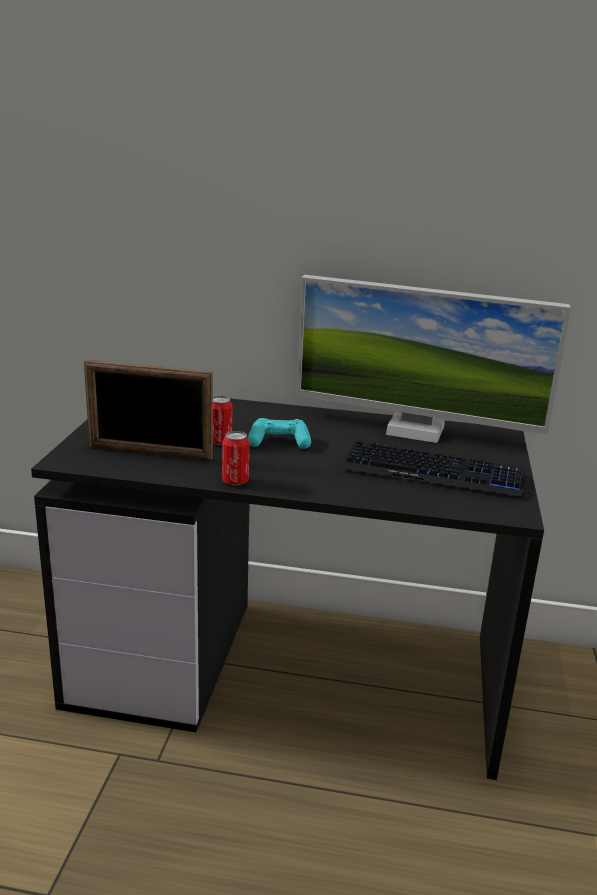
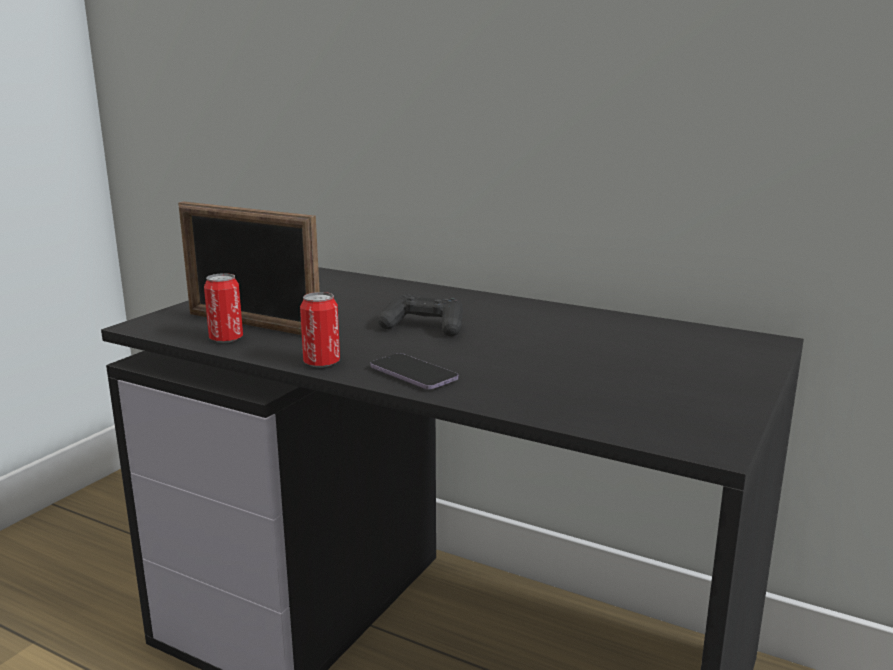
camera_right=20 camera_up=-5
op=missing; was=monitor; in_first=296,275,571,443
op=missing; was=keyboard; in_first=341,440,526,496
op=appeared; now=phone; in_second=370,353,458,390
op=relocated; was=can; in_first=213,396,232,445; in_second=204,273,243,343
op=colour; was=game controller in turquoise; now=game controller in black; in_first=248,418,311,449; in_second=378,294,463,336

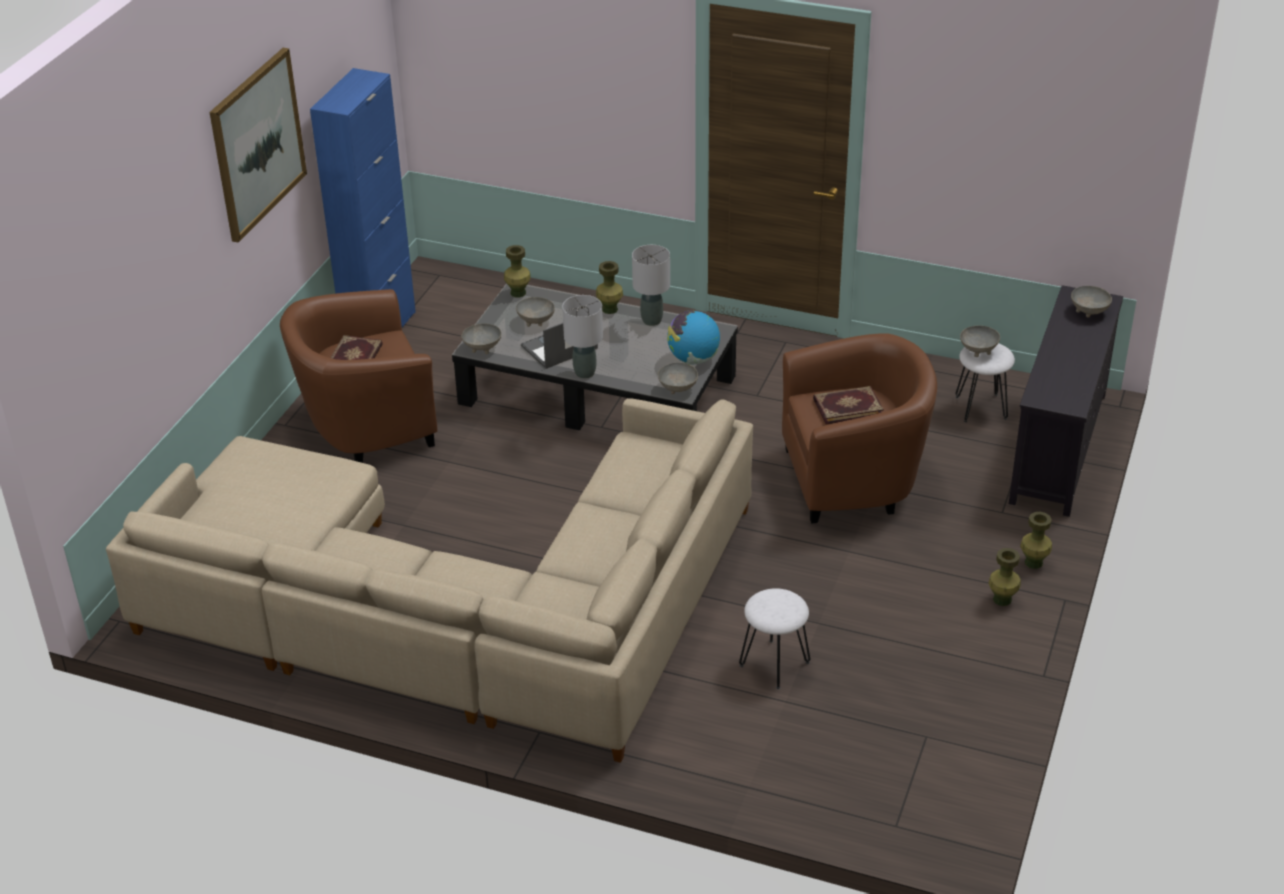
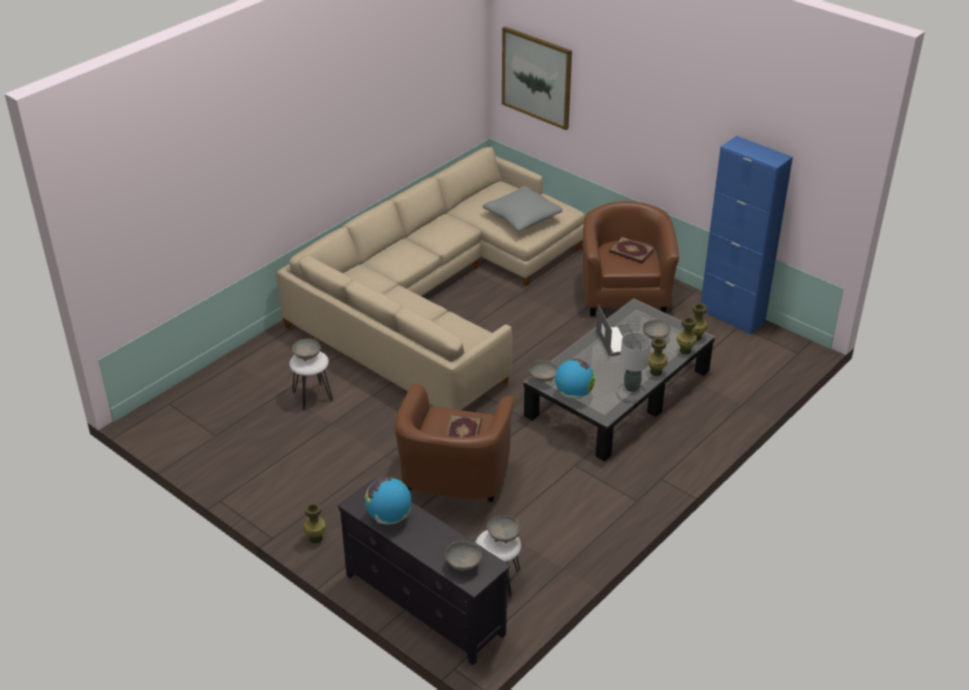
camera_right=110 camera_up=0
op=missing; was=table lamp in grey; in_first=562,295,603,378
op=appeared; now=globe; in_second=365,477,411,525
op=appeared; now=pillow in grey; in_second=483,186,563,231
op=relocated; was=picture; in_first=210,48,307,243; in_second=502,27,572,130
op=relocated; was=bowl in grey; in_first=461,323,502,354; in_second=292,339,321,362
op=relocated; was=vase in green; in_first=989,548,1021,606; in_second=676,316,697,355

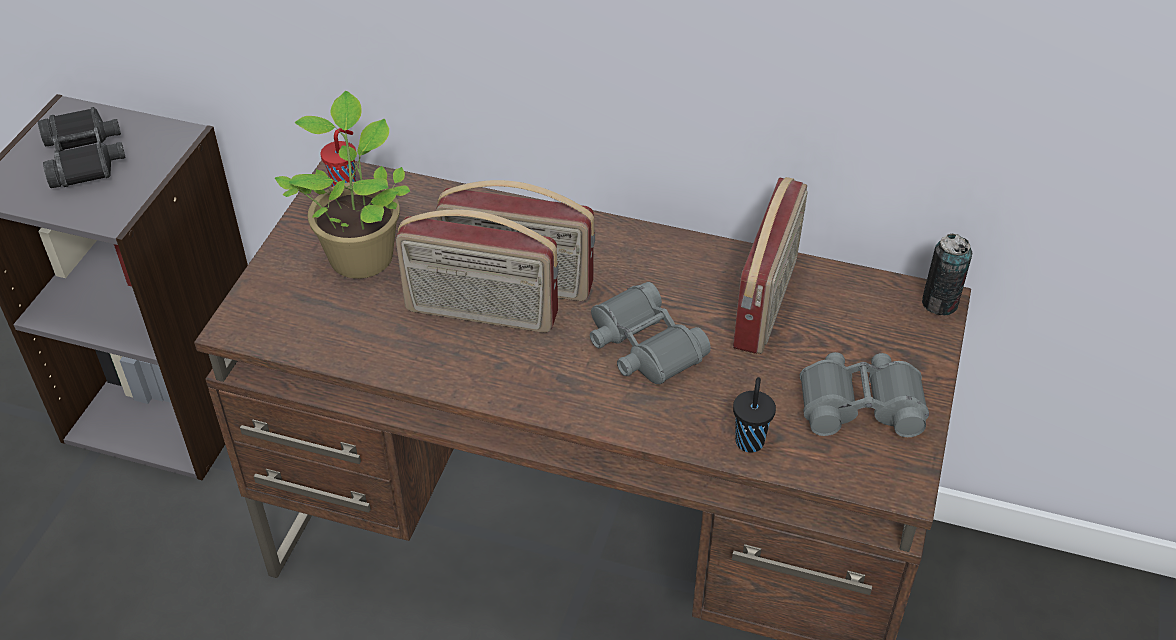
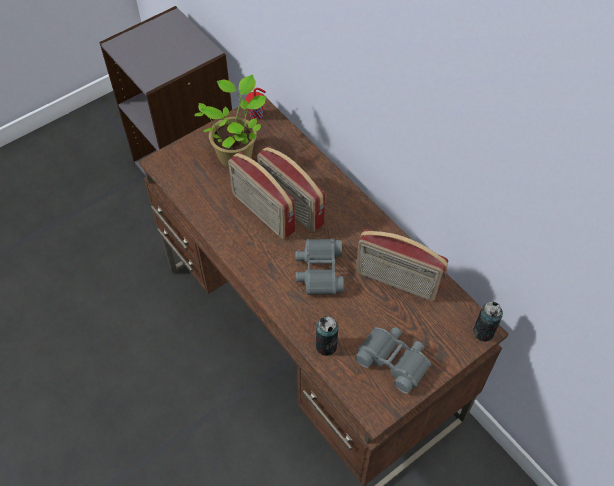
camera_right=35 camera_up=10
op=missing; was=binoculars in black; in_first=38,107,125,188
op=exchanged; was=cup in black; now=can; in_first=733,377,776,452; in_second=316,316,338,356
op=spun; was=radio; in_first=733,177,808,354; in_second=356,229,448,301; clockwise=60

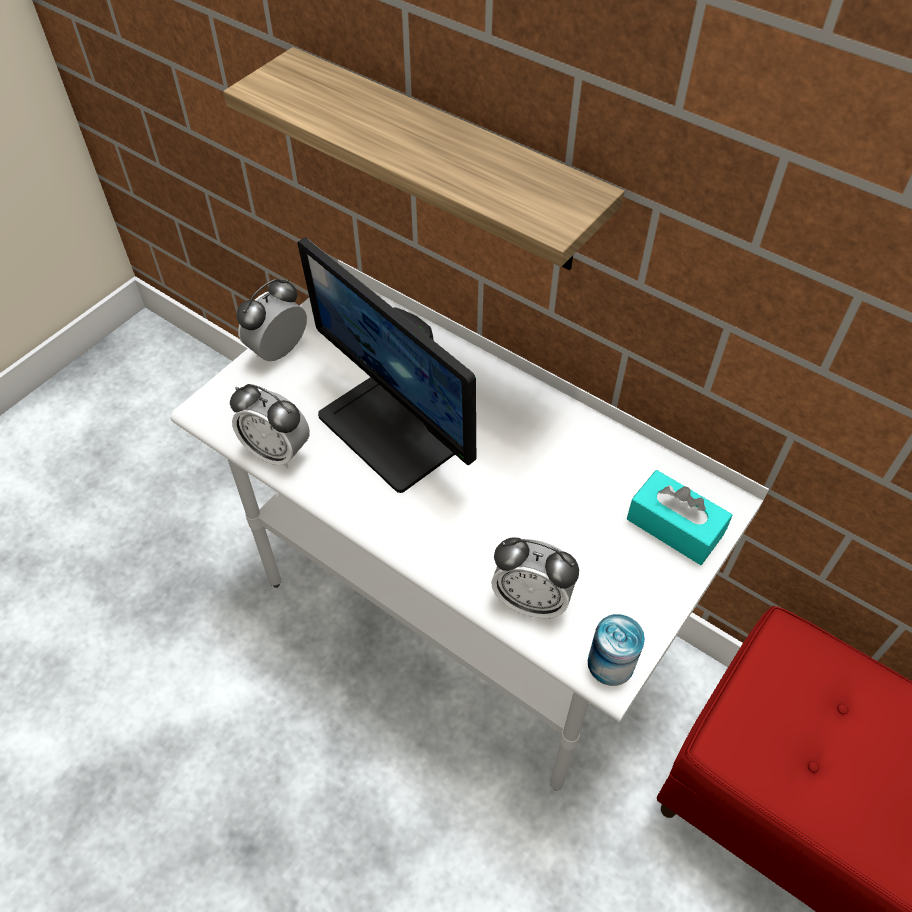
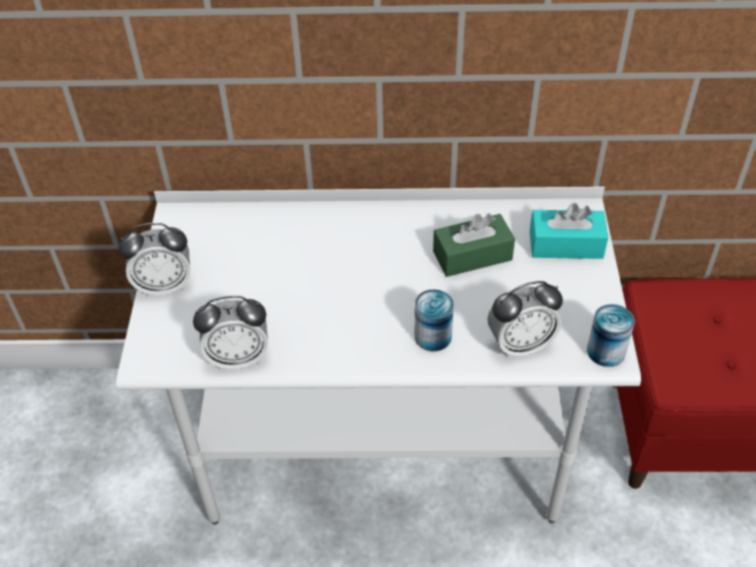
camera_right=-35 camera_up=-5
op=missing; was=shelf; in_first=223,47,624,270
op=missing; was=monitor; in_first=297,237,476,493
op=appeared; now=can; in_second=414,290,454,351
op=appeared; now=tissue box in green; in_second=433,213,515,277
op=spun; was=alarm clock; in_first=236,279,307,361; in_second=118,223,190,297; clockwise=-105

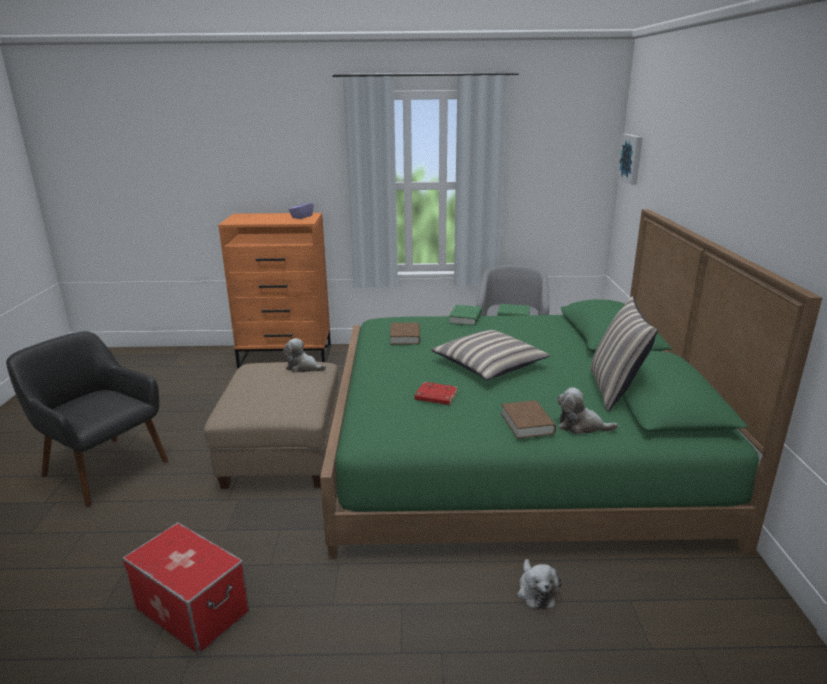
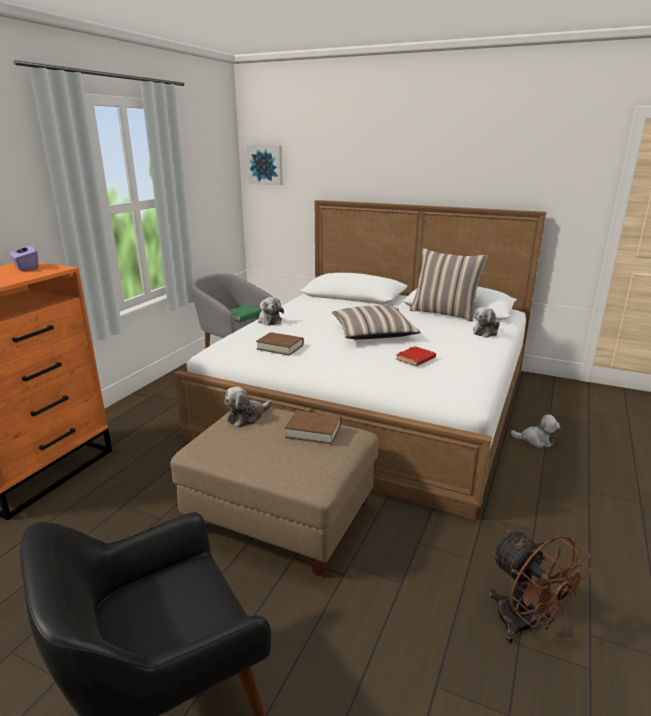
camera_right=-65 camera_up=0
op=relocated; was=book in brown; in_first=501,400,556,439; in_second=285,411,341,444
op=exchanged; was=storage box; now=fan in brown; in_first=122,522,249,654; in_second=489,530,592,644
op=exchanged; was=book in green; now=plush toy; in_first=449,305,482,326; in_second=258,297,284,326
op=colour; was=bed in green; now=bed in white; in_first=320,209,822,559; in_second=174,200,546,521

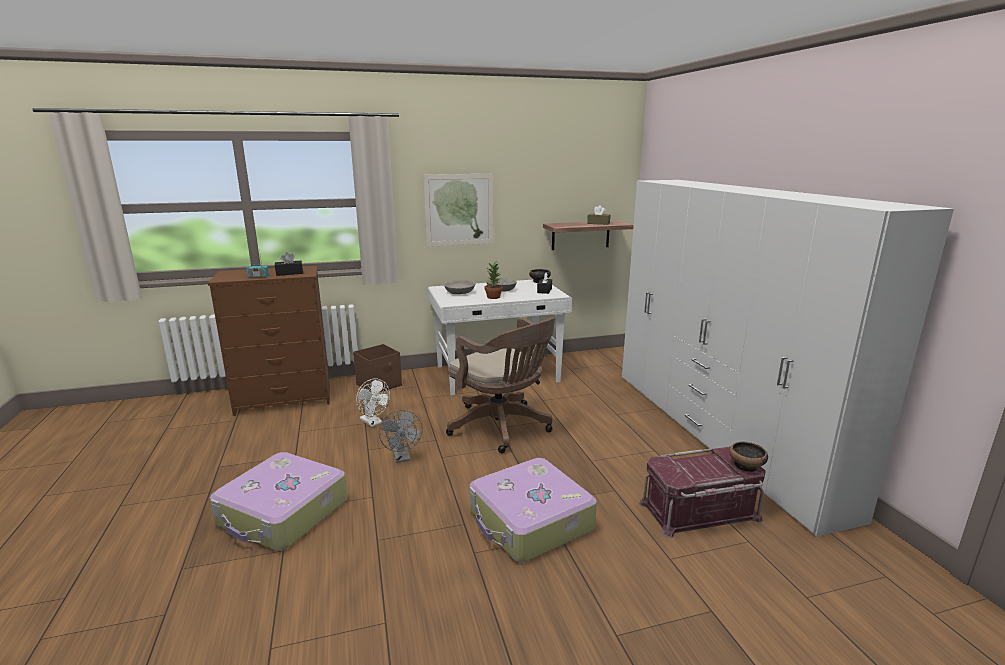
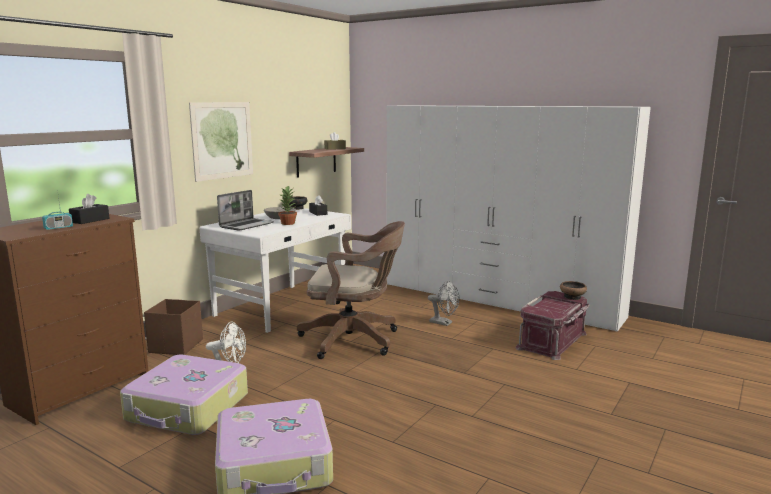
camera_right=-40 camera_up=-5
op=relocated; was=fan in grey; in_first=379,410,423,463; in_second=428,280,459,326
op=relocated; was=suitcase; in_first=470,458,597,562; in_second=120,354,248,435
op=exchanged; was=bowl in grey; now=laptop; in_first=444,280,475,294; in_second=217,190,274,231

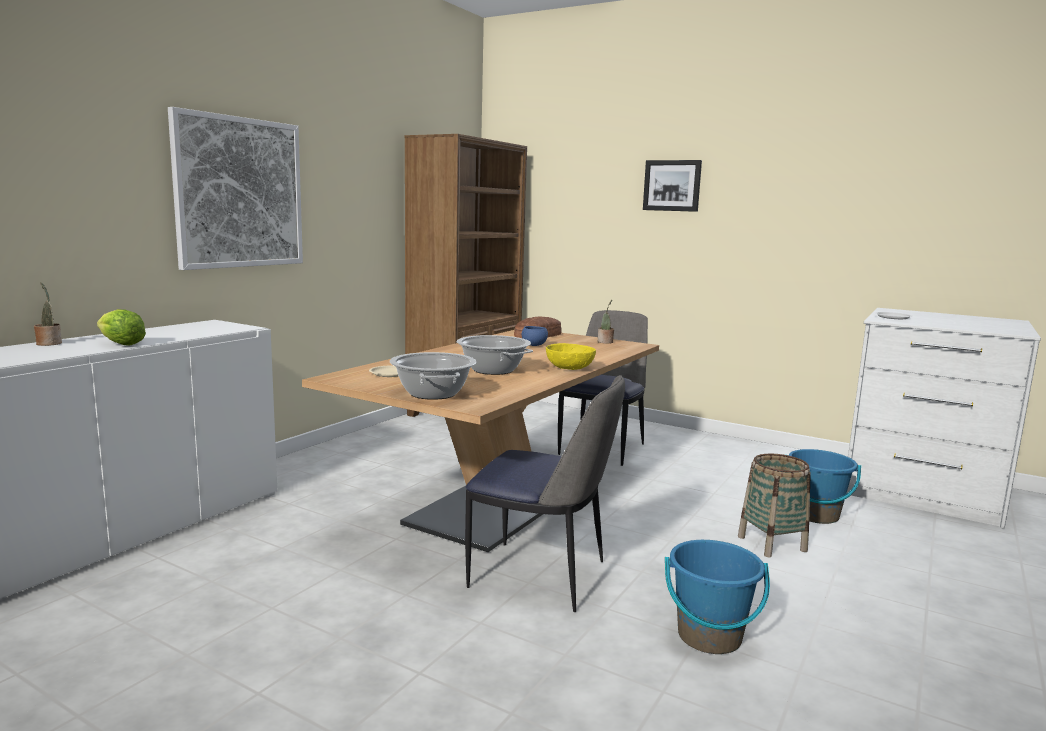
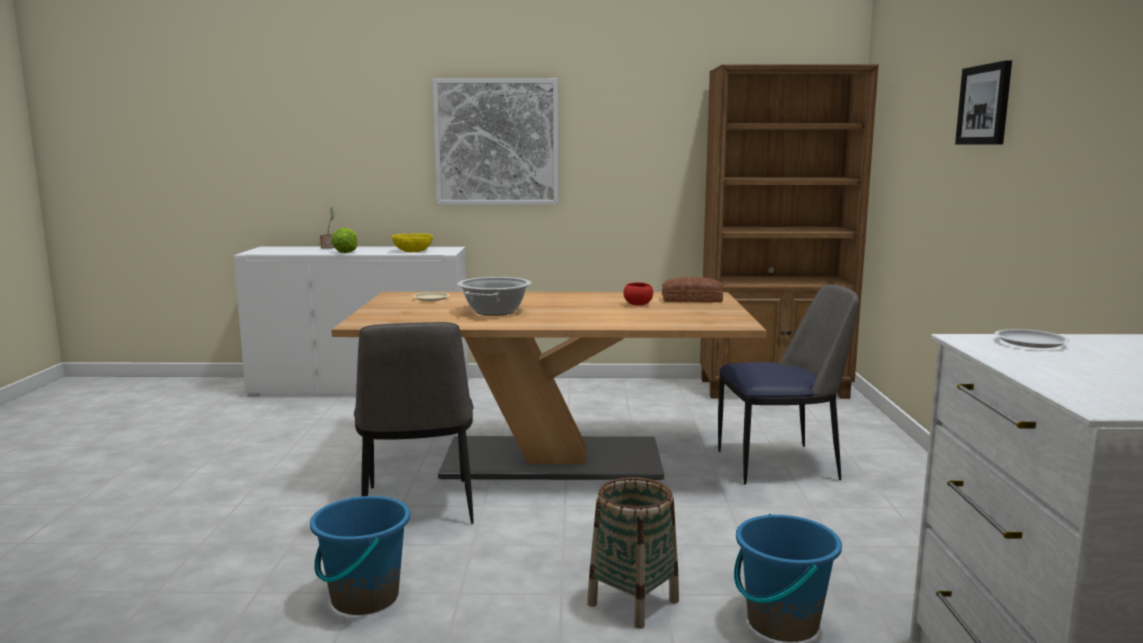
camera_right=60 camera_up=0
op=missing; was=cooking pot; in_first=390,352,477,400
op=missing; was=potted plant; in_first=598,300,614,344
op=relocated; was=bowl in yellow; in_first=546,343,596,370; in_second=392,233,433,252
op=colour; was=bowl in blue; now=bowl in red; in_first=522,326,548,346; in_second=624,282,653,306

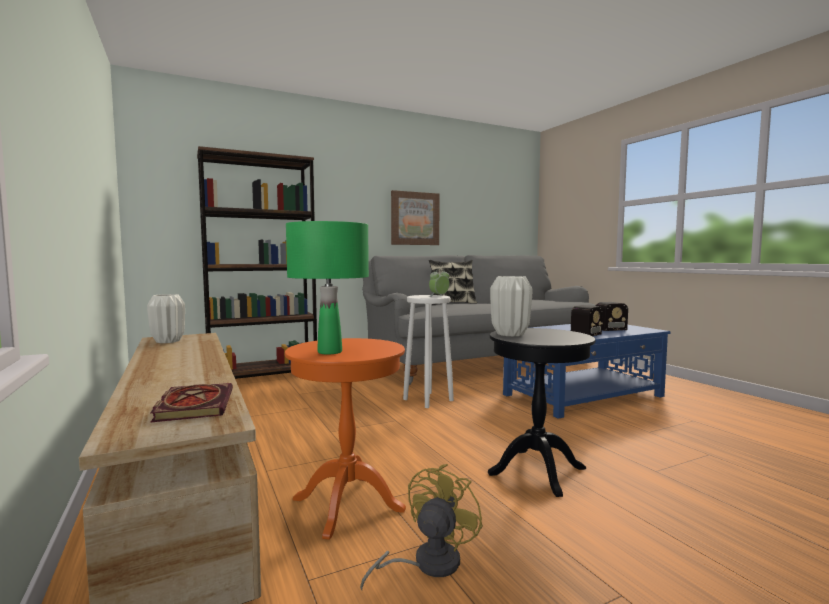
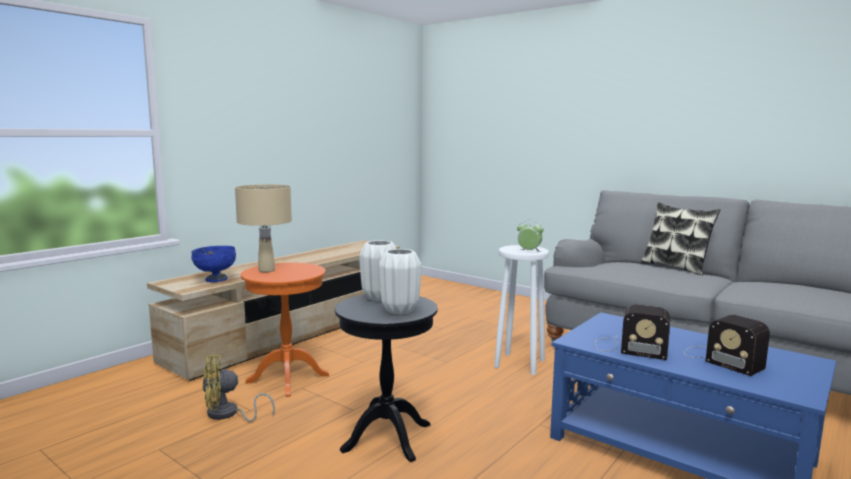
camera_right=65 camera_up=5
op=missing; was=bookcase in brown; in_first=197,146,317,379
op=missing; was=picture; in_first=391,190,440,245
op=relocated; was=vase in white; in_first=147,294,185,343; in_second=379,249,421,314
op=exchanged; was=book; now=bowl in blue; in_first=150,383,233,422; in_second=191,246,236,282
op=colour; was=table lamp in green; now=table lamp in beige; in_first=286,221,369,355; in_second=235,184,292,272
op=spun; was=fan in yellow; in_first=360,464,483,590; in_second=202,355,275,422; clockwise=150

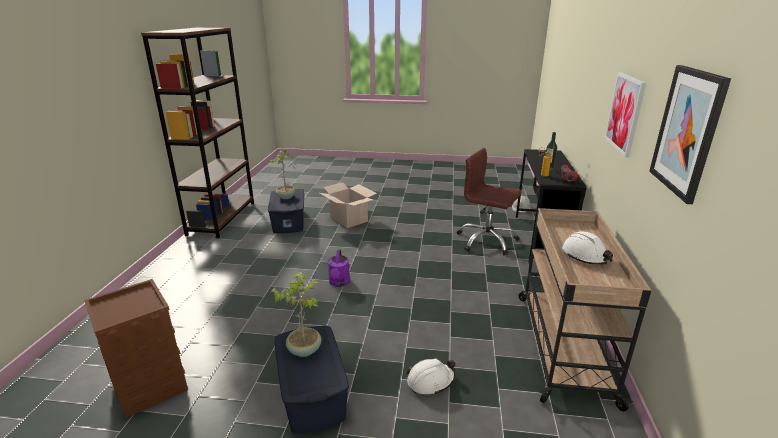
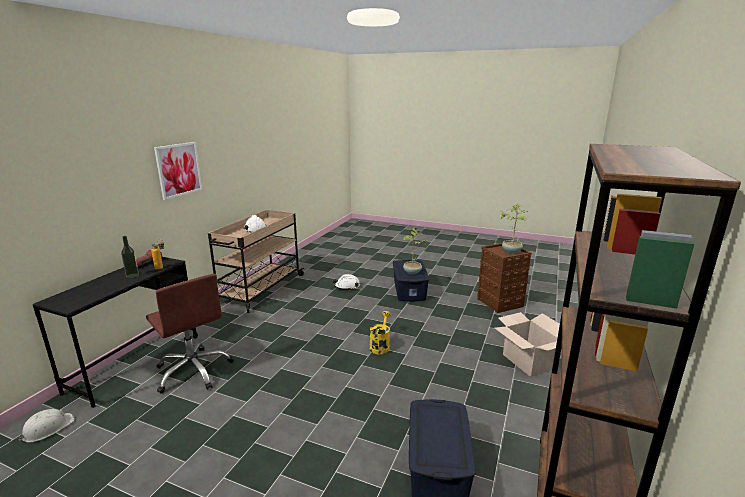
camera_right=-165 camera_up=-5
op=missing; was=picture; in_first=649,65,731,204
op=relocated; was=potted plant; in_first=269,149,296,199; in_second=501,204,528,254
op=relocated; was=cardboard box; in_first=319,182,377,228; in_second=495,312,560,377
op=colour; was=watering can in purple; now=watering can in yellow; in_first=328,249,350,287; in_second=369,311,391,354

